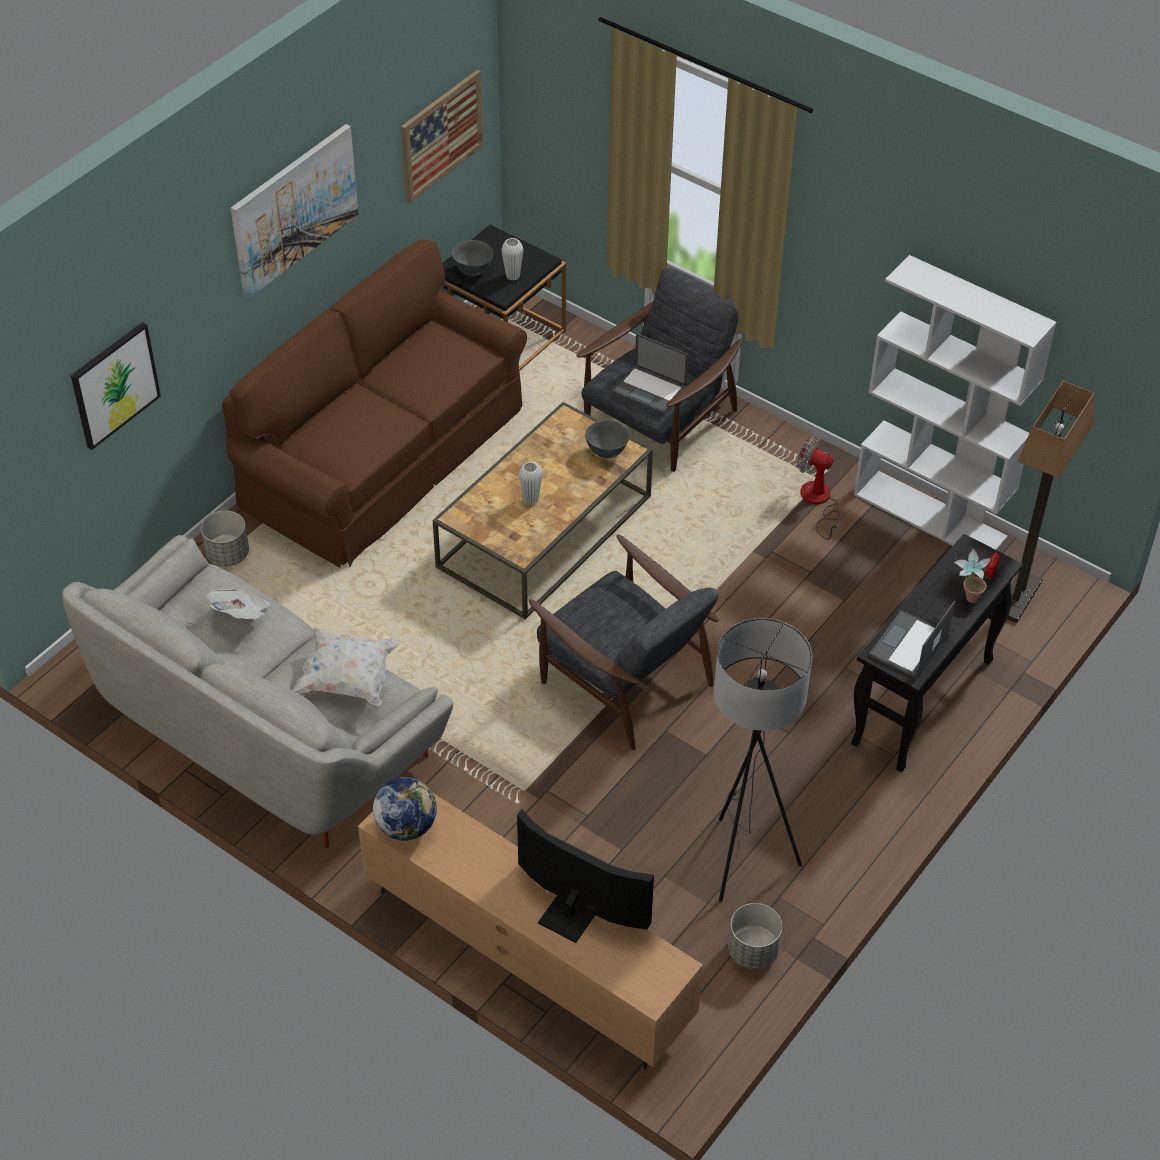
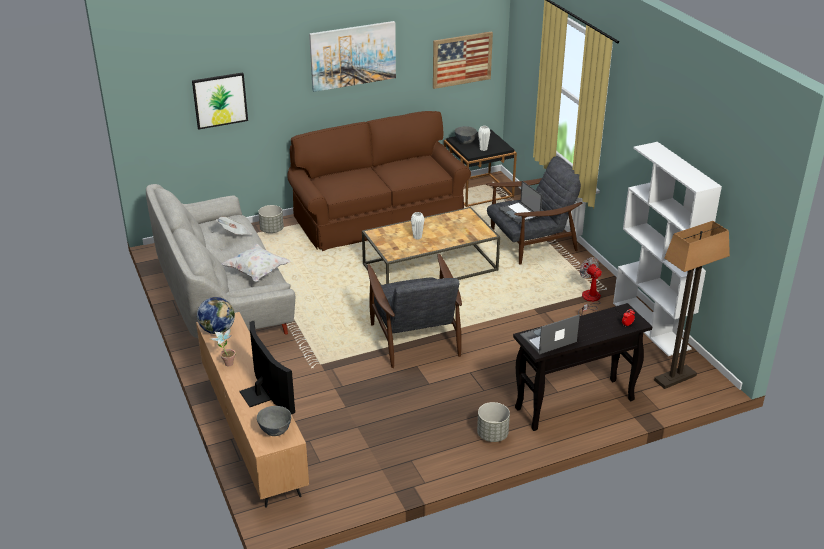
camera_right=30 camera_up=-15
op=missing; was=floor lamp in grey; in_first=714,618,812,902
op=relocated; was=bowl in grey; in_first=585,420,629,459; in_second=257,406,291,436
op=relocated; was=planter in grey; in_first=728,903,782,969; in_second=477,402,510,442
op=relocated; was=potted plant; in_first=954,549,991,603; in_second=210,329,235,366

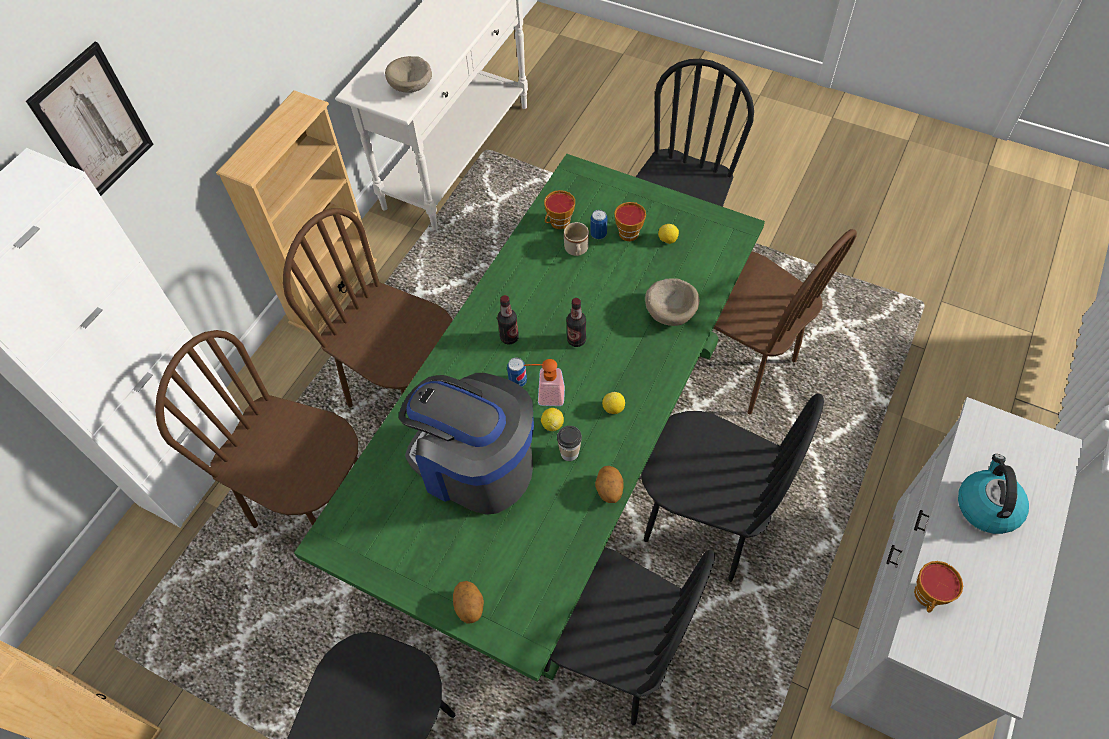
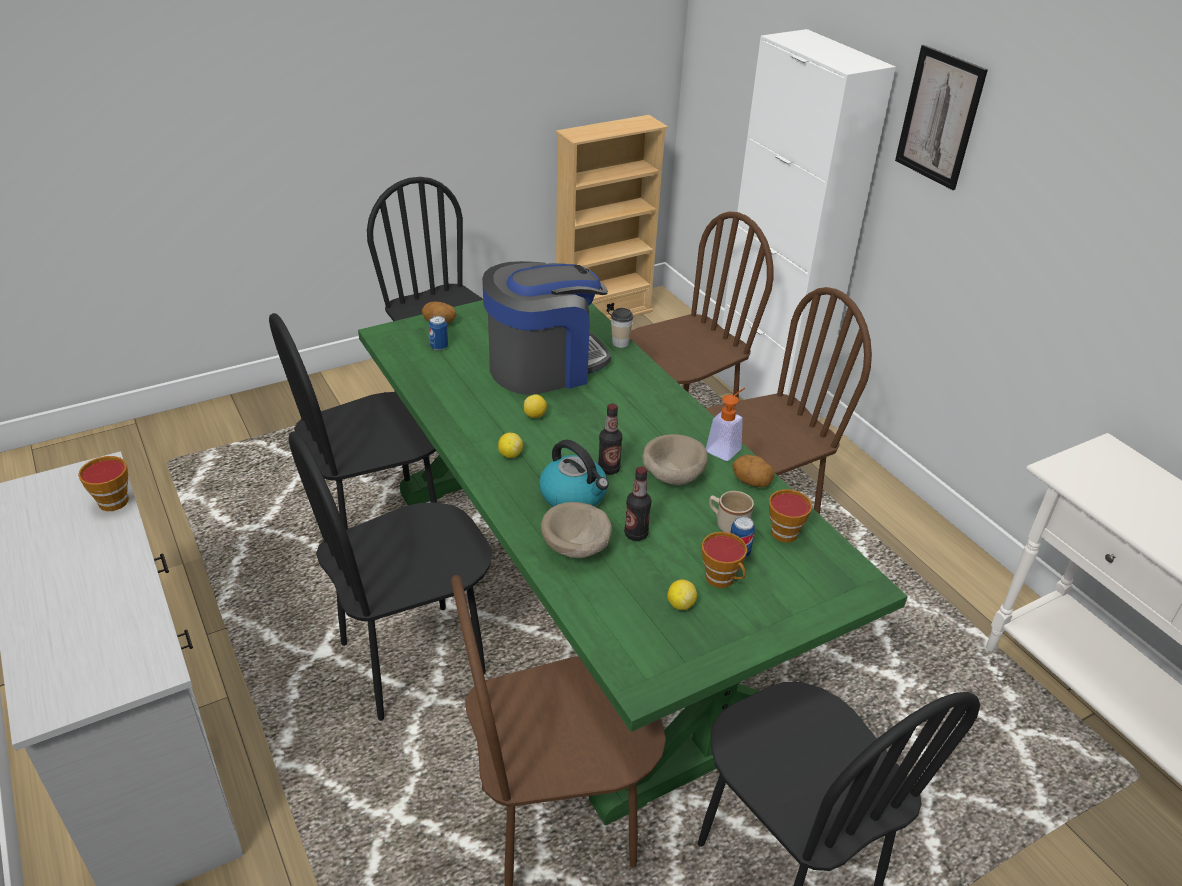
camera_right=120 camera_up=-20
op=missing; was=bookcase in beige; in_first=216,90,377,334
op=relocated; was=bowl in beige; in_first=385,56,432,93; in_second=642,434,708,485
op=relocated; was=bottle; in_first=497,295,519,345; in_second=624,466,651,541
op=relocated; was=can; in_first=507,358,527,387; in_second=429,316,448,350
op=relocated; was=soap dispenser; in_first=524,359,565,406; in_second=706,388,745,461
op=relocated; was=cup; in_first=557,426,582,461; in_second=611,308,633,348
op=relocated; was=potato; in_first=595,466,623,503; in_second=732,455,775,487
op=relocated; was=kettle; in_first=958,454,1029,534; in_second=539,440,609,507

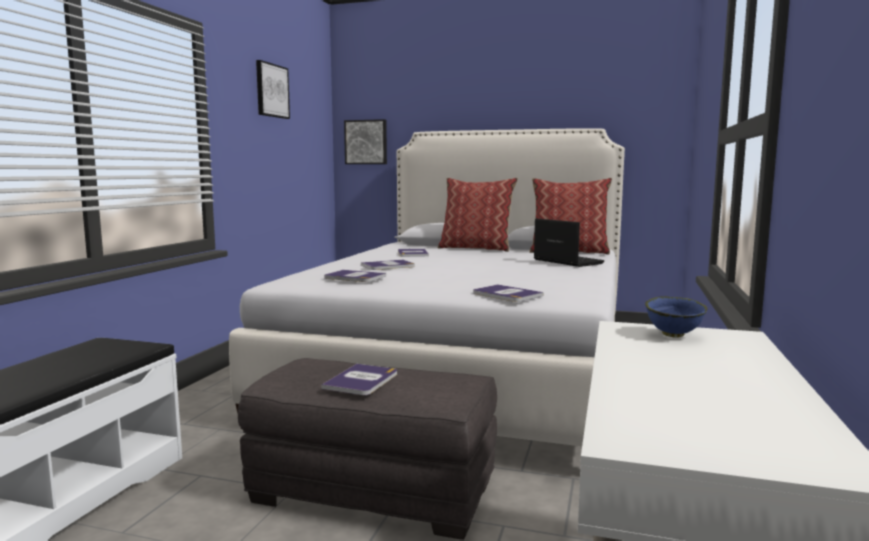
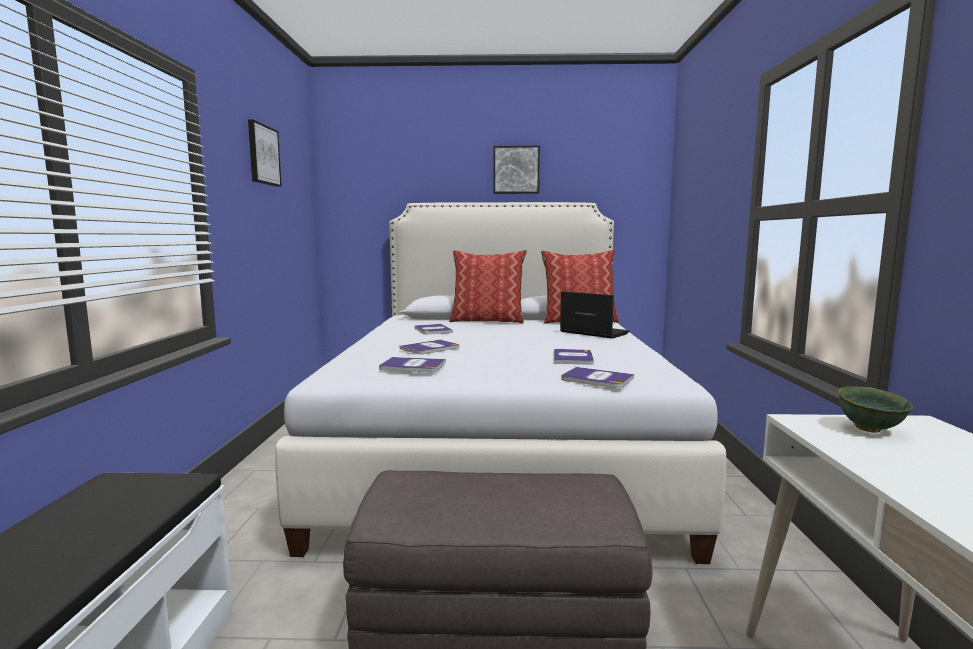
camera_right=-15 camera_up=0
op=relocated; was=book; in_first=322,364,397,395; in_second=554,349,594,365
op=relocated; was=picture; in_first=344,119,387,164; in_second=493,145,540,194
op=colour; was=bowl in blue; now=bowl in green; in_first=645,296,708,338; in_second=838,386,913,433

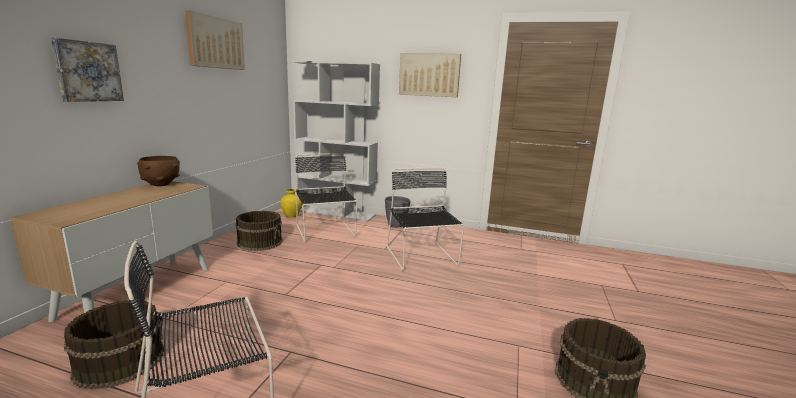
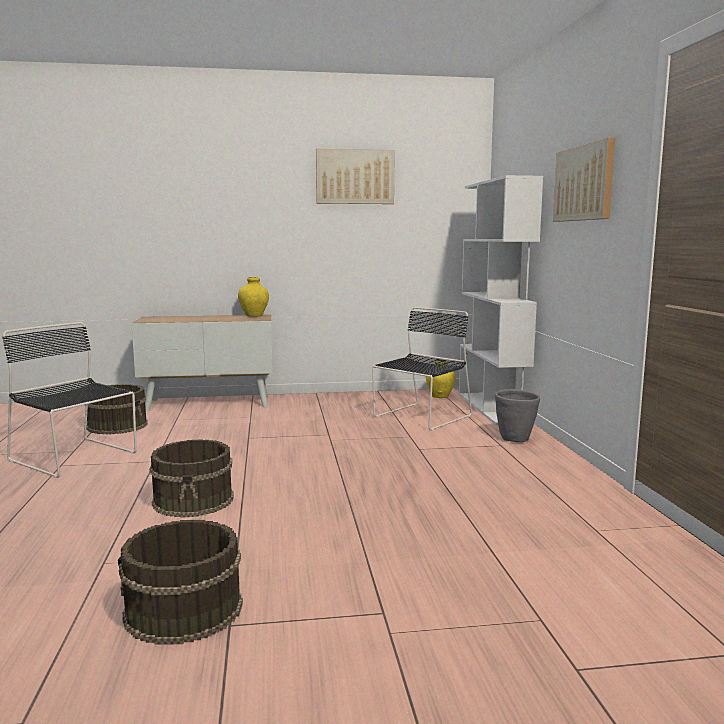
camera_right=65 camera_up=-5
op=missing; was=picture; in_first=51,38,124,102
op=missing; was=chair in black; in_first=387,168,464,271
op=relocated; was=bucket in brown; in_first=235,211,282,251; in_second=149,439,234,518
op=exchanged; was=bowl in brown; now=vase in yellow; in_first=137,156,180,186; in_second=238,277,269,317

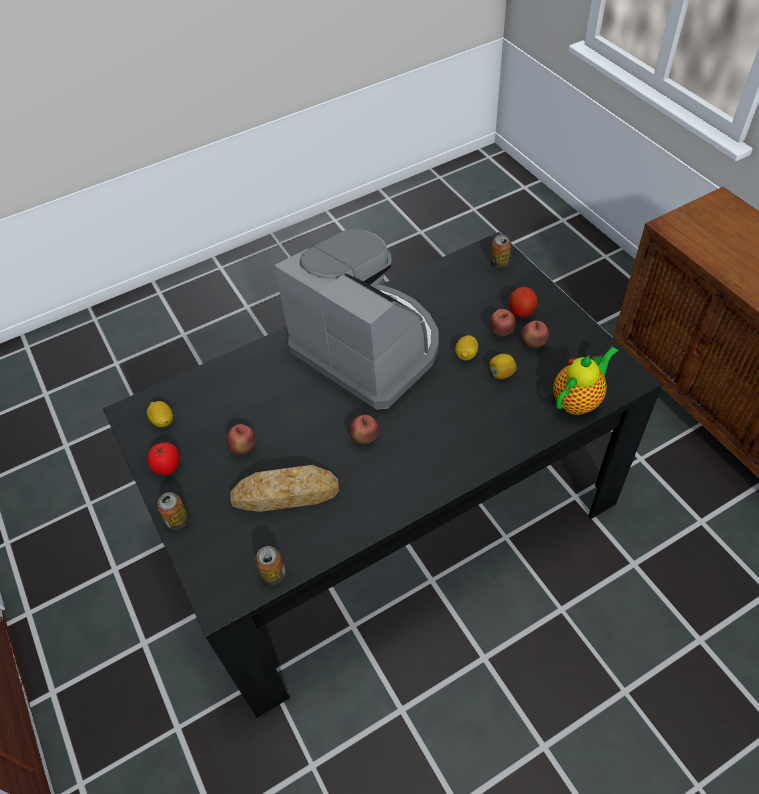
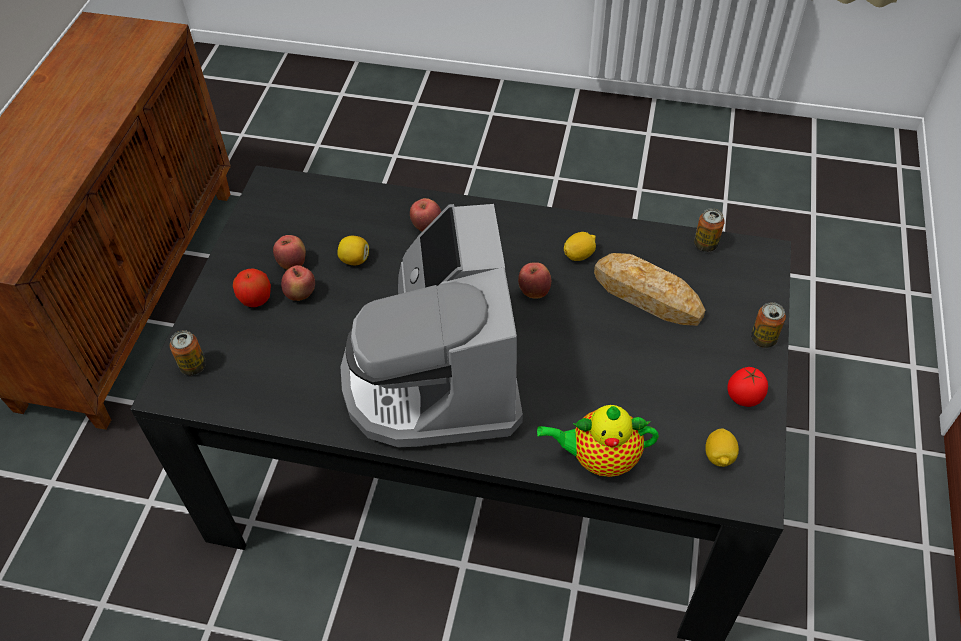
camera_right=-140 camera_up=0
op=relocated; was=apple; in_first=226,424,256,455; in_second=410,198,441,232
op=relocated; was=lemon; in_first=455,335,478,360; in_second=564,232,596,261
op=relocated; was=teapot; in_first=553,346,619,415; in_second=537,405,659,477

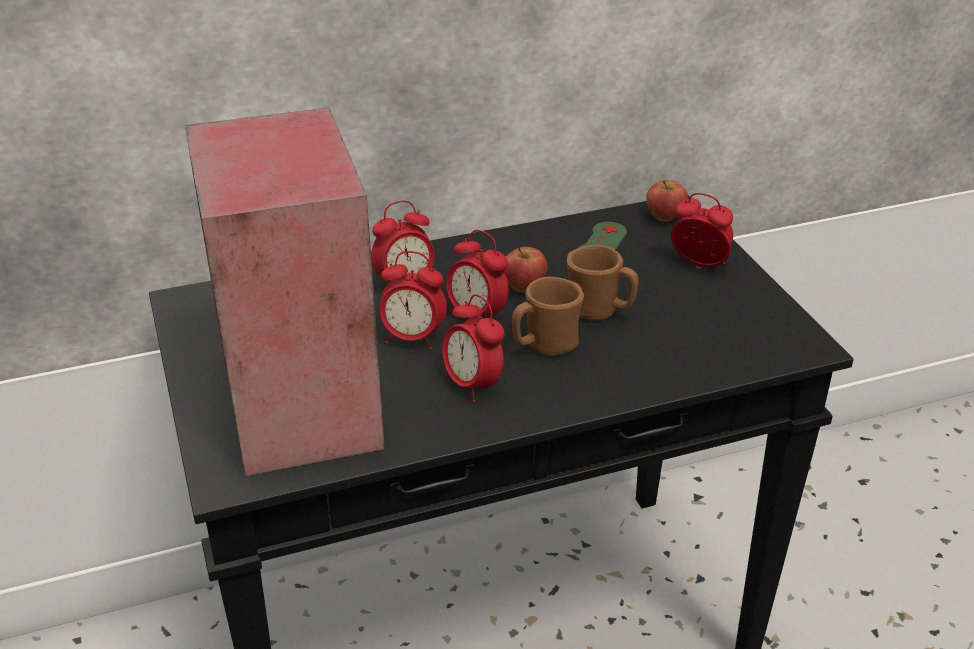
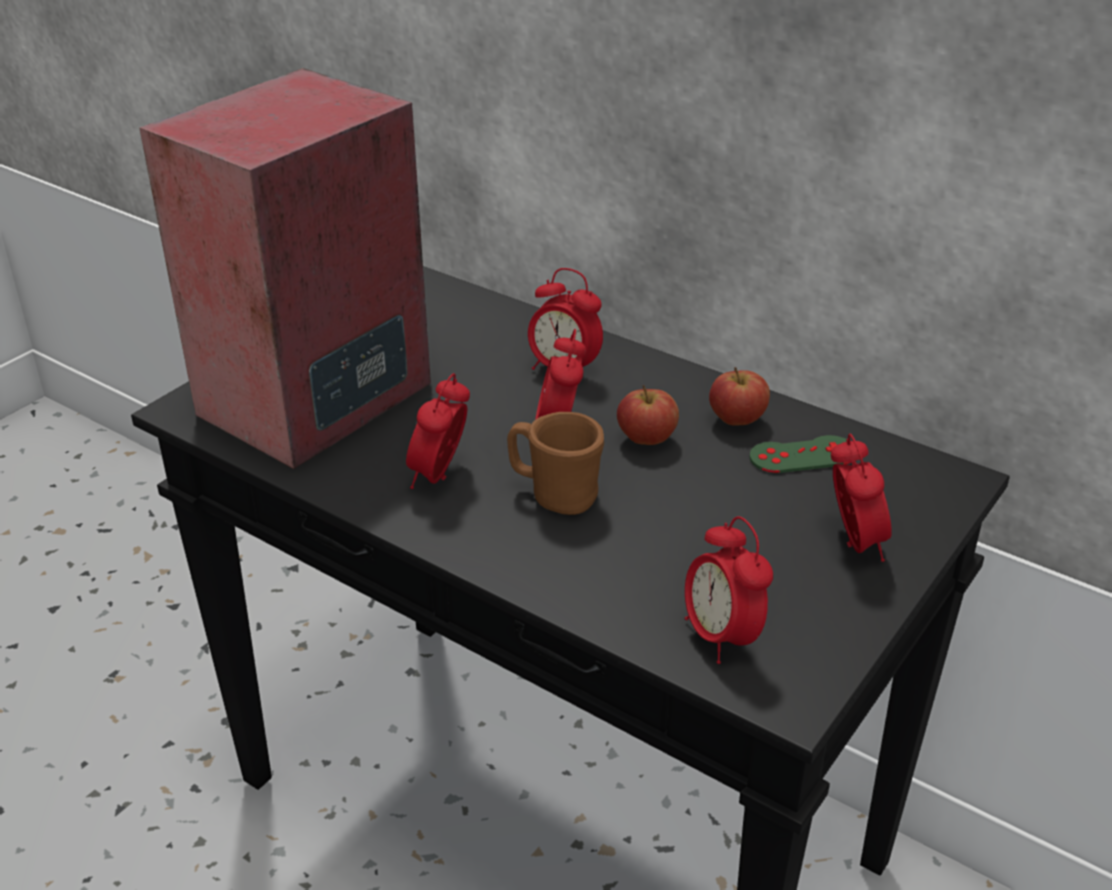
camera_right=55 camera_up=0
op=missing; was=mug in brown; in_first=567,245,639,321
op=relocated; was=alarm clock; in_first=379,251,447,350; in_second=685,516,773,664
op=relocated; was=apple; in_first=646,180,688,222; in_second=709,367,770,425

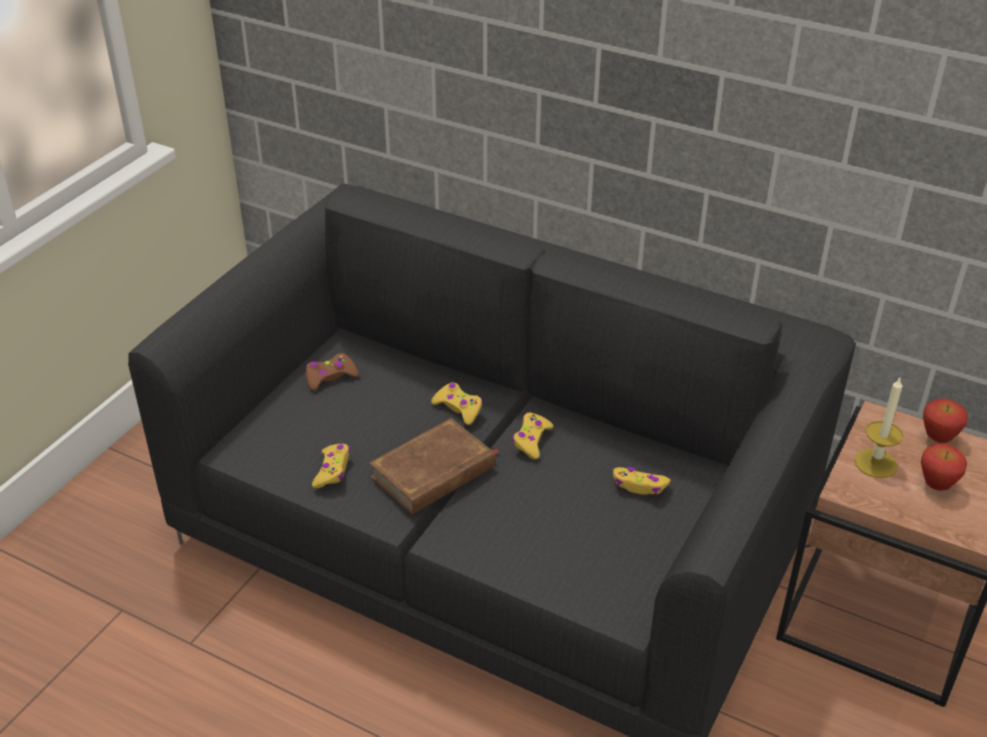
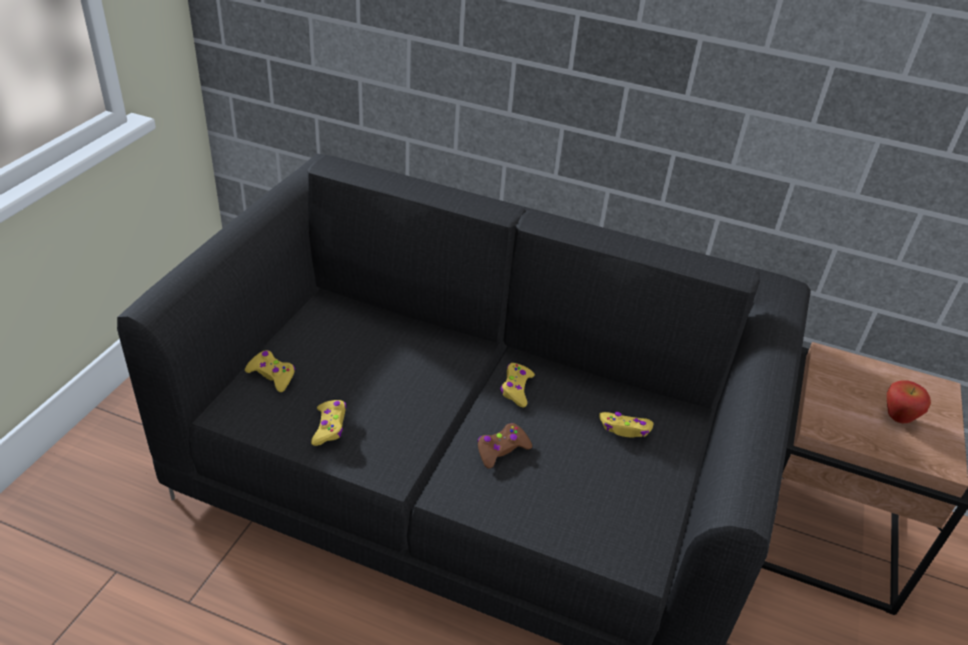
camera_right=-10 camera_up=0
op=missing; was=book in brown; in_first=369,418,500,514
op=missing; was=candle; in_first=855,378,903,478
op=missing; was=apple; in_first=923,398,968,443
op=relocated; was=game controller in brown; in_first=306,353,359,390; in_second=477,423,532,469
op=relocated; was=game controller in yellow; in_first=431,383,483,425; in_second=245,350,295,392

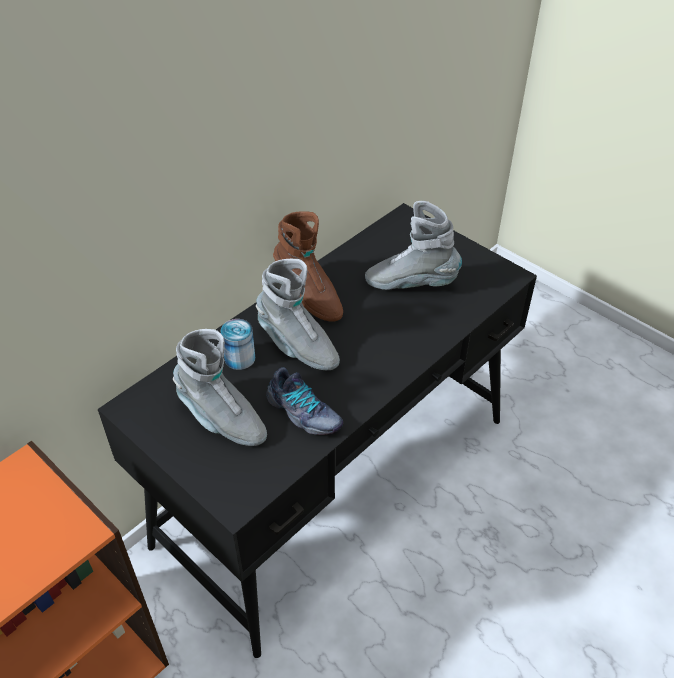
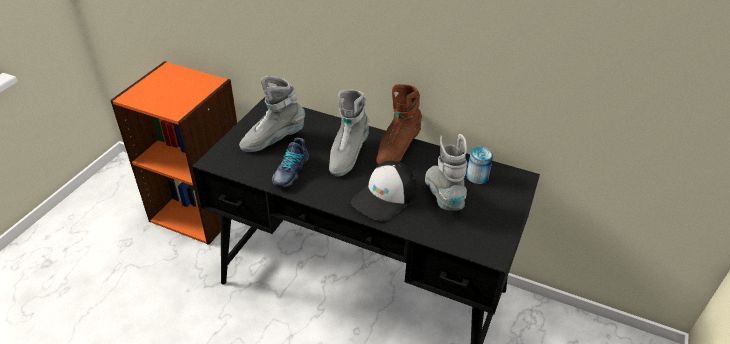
camera_right=70 camera_up=-5
op=appeared; now=cap; in_second=351,161,417,221
op=relocated; was=can; in_first=221,319,255,370; in_second=467,147,493,184
op=spun; was=boot in grey; in_first=173,329,267,446; in_second=239,76,305,152; clockwise=45

